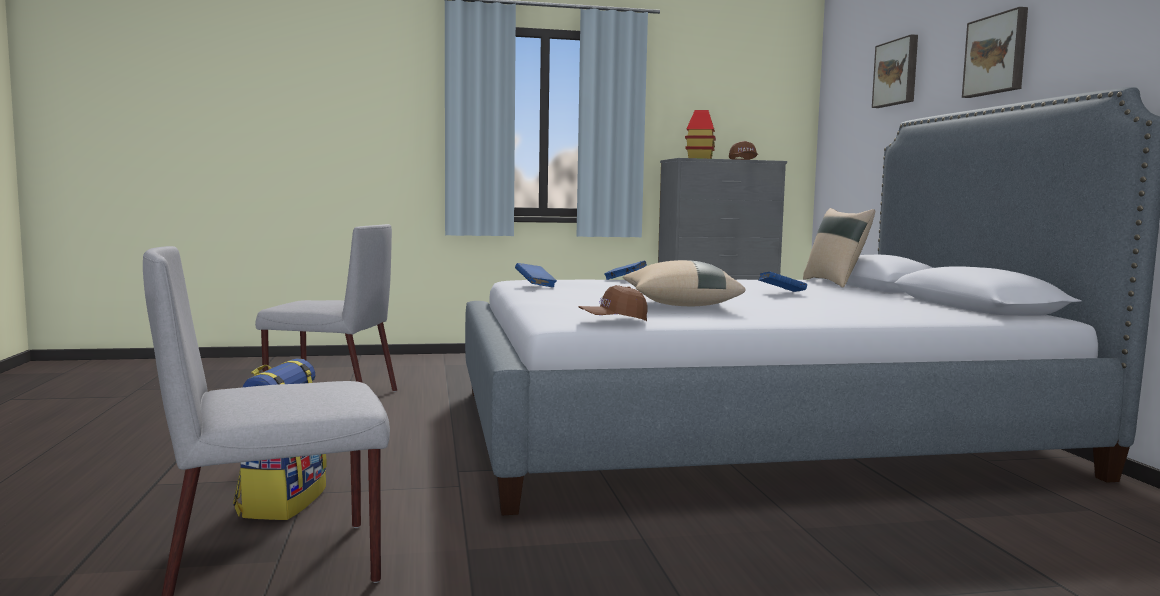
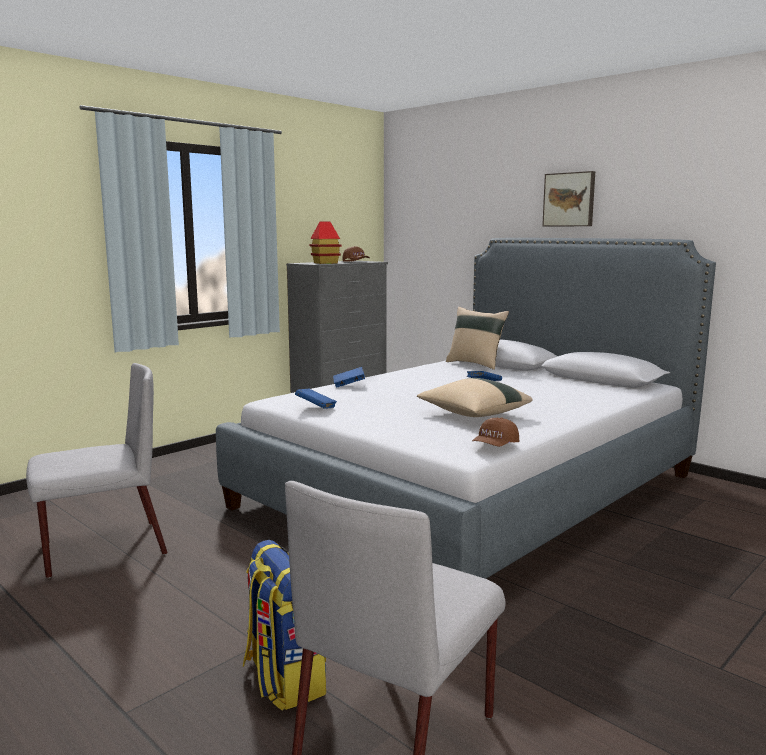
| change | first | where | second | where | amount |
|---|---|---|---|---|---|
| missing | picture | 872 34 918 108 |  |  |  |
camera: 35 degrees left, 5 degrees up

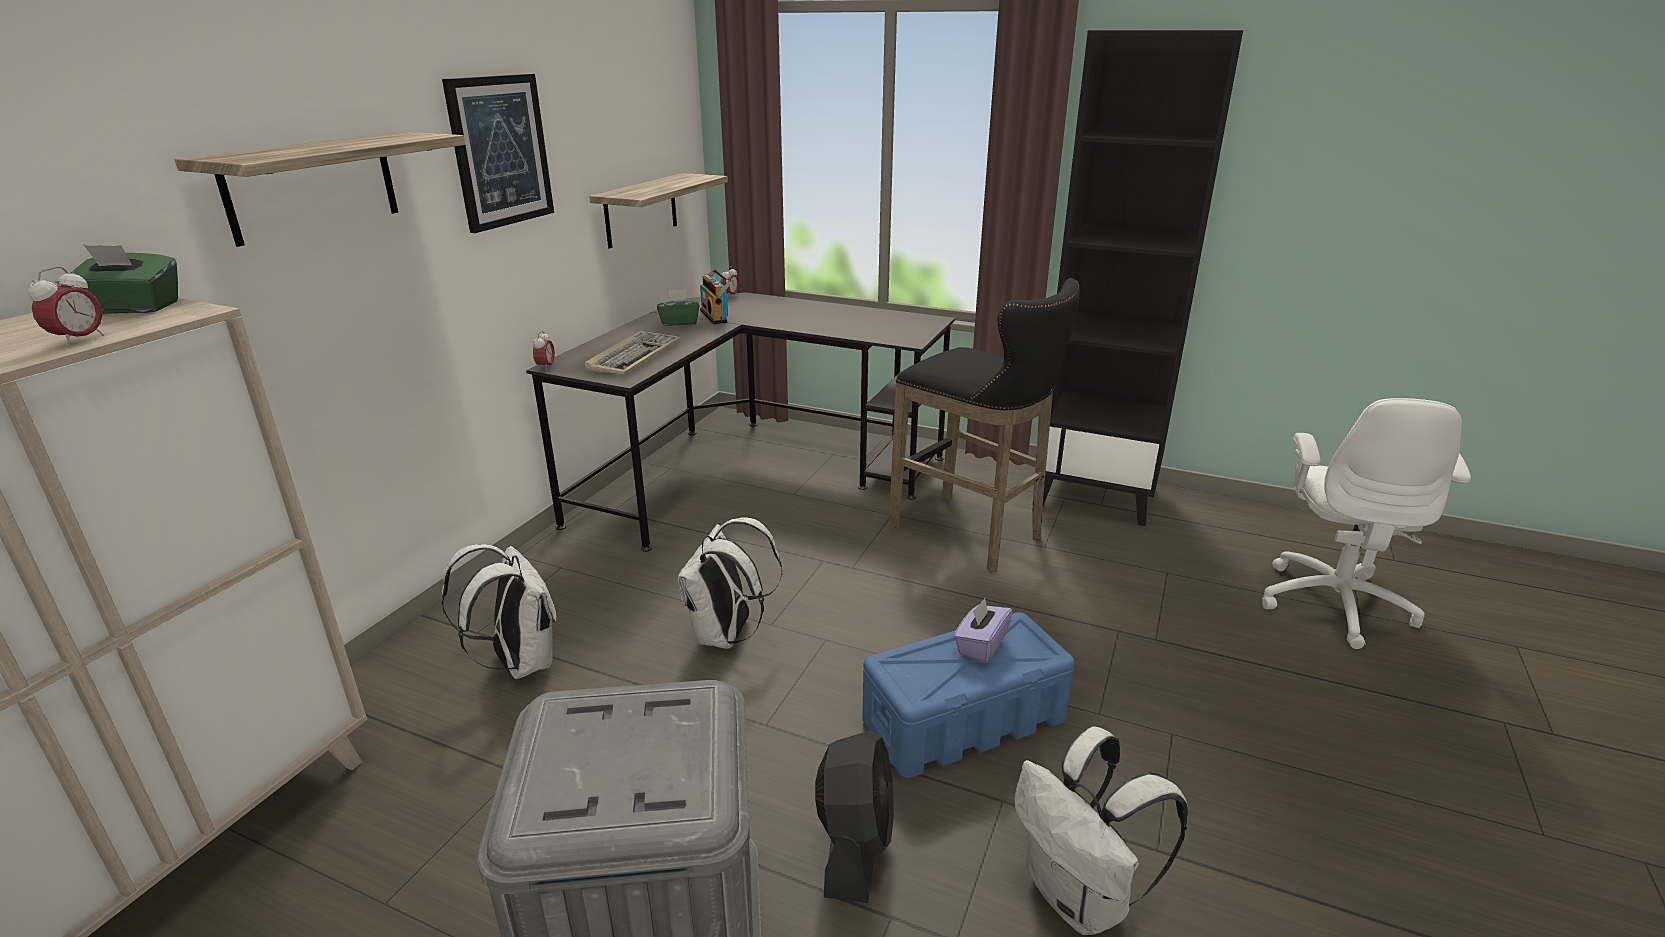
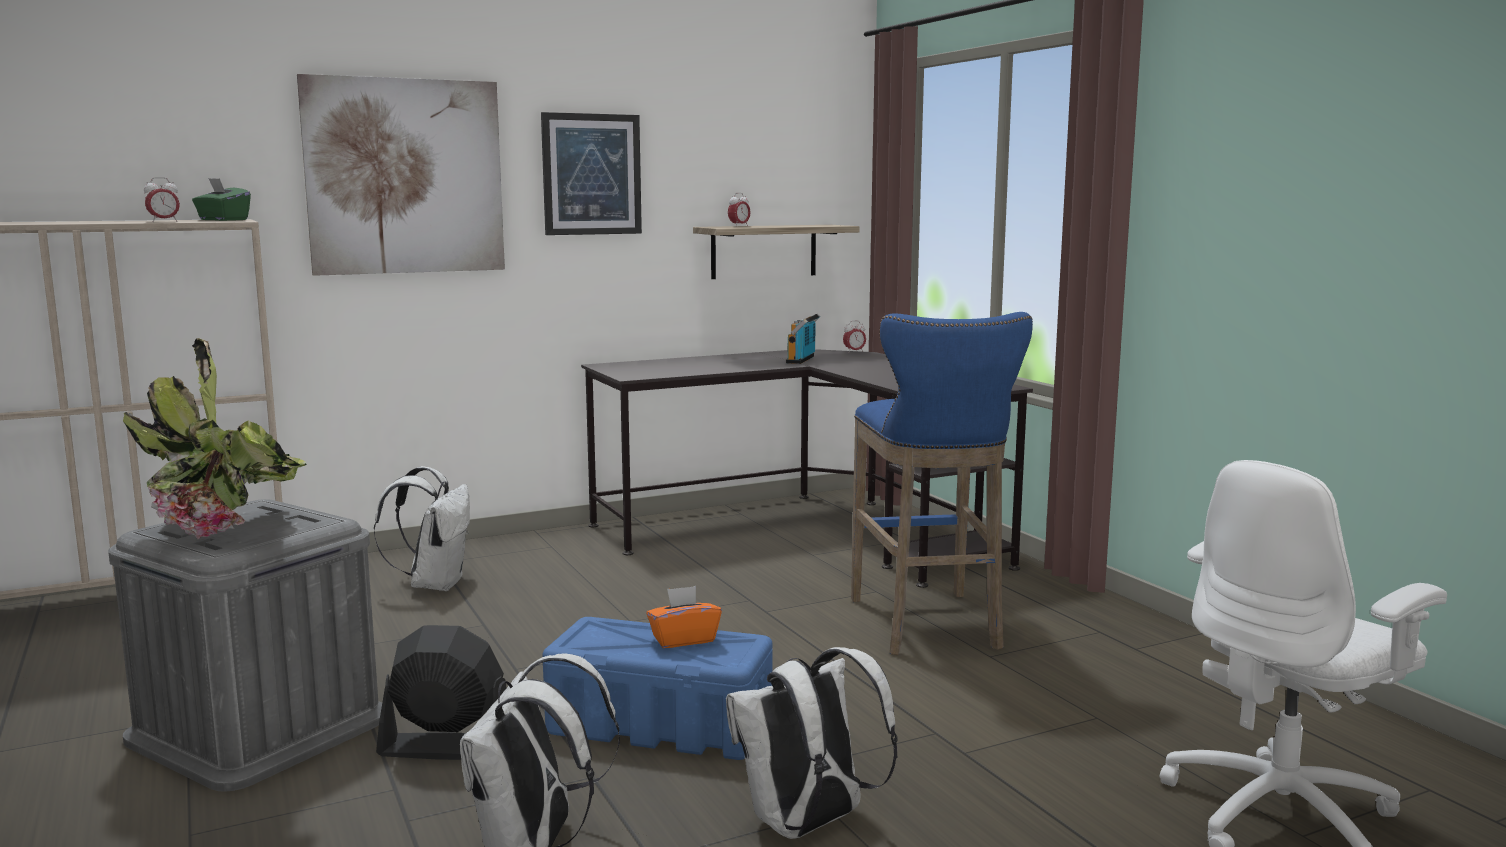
| change | first | where | second | where | amount |
|---|---|---|---|---|---|
| missing | black bookcase | 1043 30 1243 526 |  |  |  |
| exchanged | wall shelf | 175 132 465 247 | picture | 297 74 505 276 |  |
| colour | black stool seat | 889 278 1080 572 | blue stool seat | 851 312 1033 655 |  |
| missing | green tissue box | 657 290 699 326 |  |  |  |
| relocated | bedside clock | 533 330 555 371 |  | 728 193 751 226 |  |
| missing | computer keyboard | 585 331 681 375 |  |  |  |
| relocated | white backpack | 678 517 782 649 |  | 726 647 898 839 |  |
| colour | purplish tissue box | 954 598 1012 663 | orangey tissue box | 646 586 722 648 |  |
| spun | black fan | 815 730 894 903 |  | 376 625 507 760 | 135 degrees counterclockwise |
| appeared |  |  | potted plant | 123 338 307 539 |  |
camera: 40 degrees right, 15 degrees down

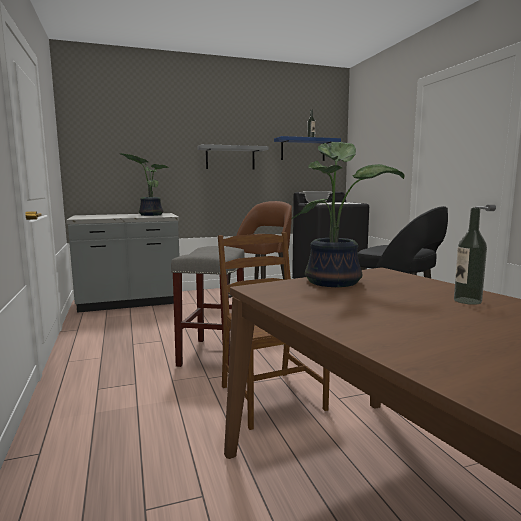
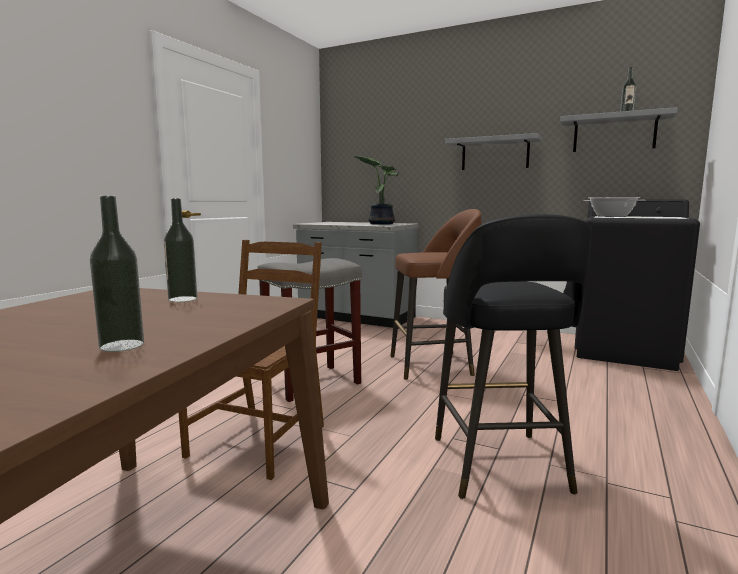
| change | first | where | second | where | amount |
|---|---|---|---|---|---|
| colour | blue wall shelf | 274 136 341 161 | grey wall shelf | 560 107 678 152 |  |
| exchanged | potted plant | 292 142 405 287 | bottle | 164 198 197 302 |  |
camera: 45 degrees right, 0 degrees up

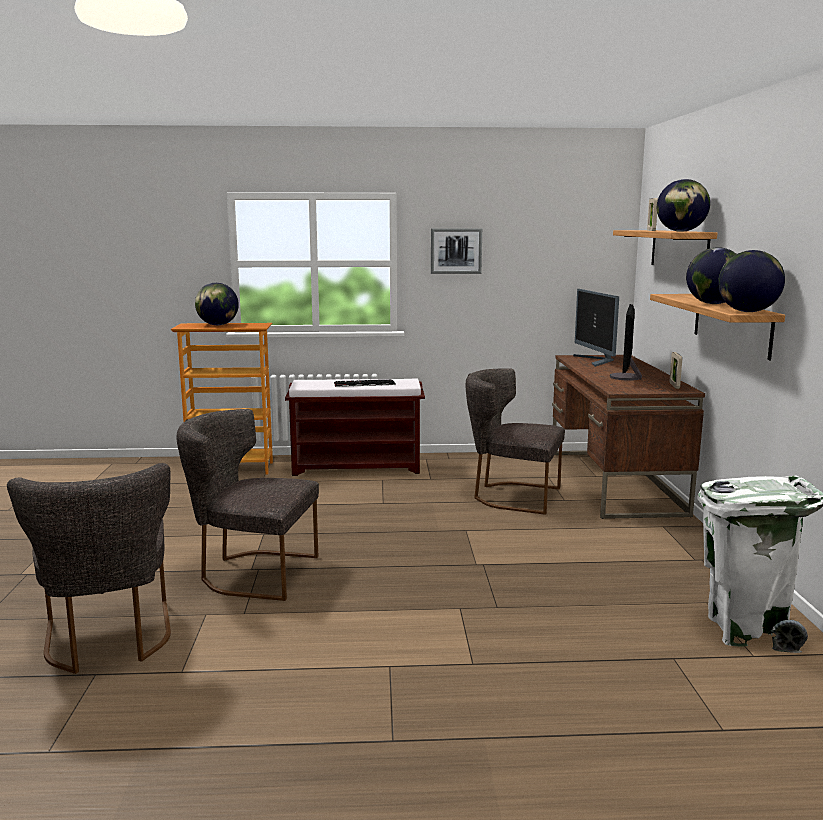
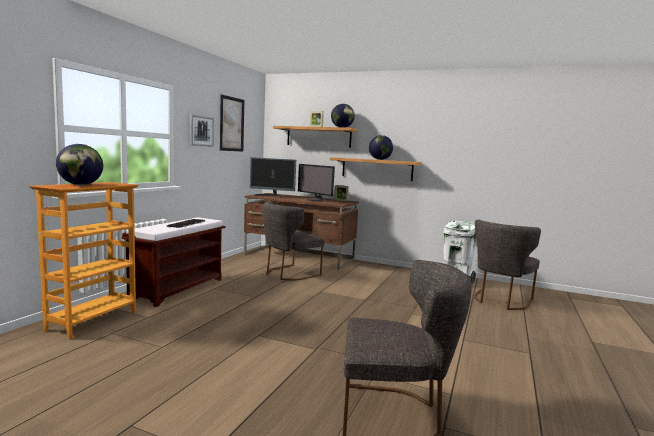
| change | first | where | second | where | amount |
|---|---|---|---|---|---|
| missing | desk globe | 718 250 785 312 |  |  |  |
| relocated | grey plain chair | 177 409 319 601 |  | 473 220 541 310 |  |
| appeared |  |  | picture | 220 94 244 152 |  |
camera: 65 degrees left, 5 degrees down

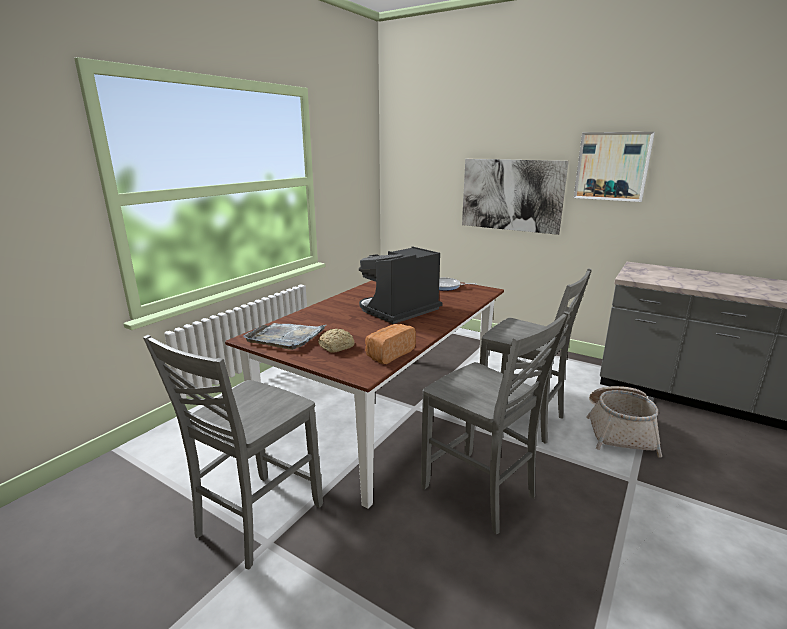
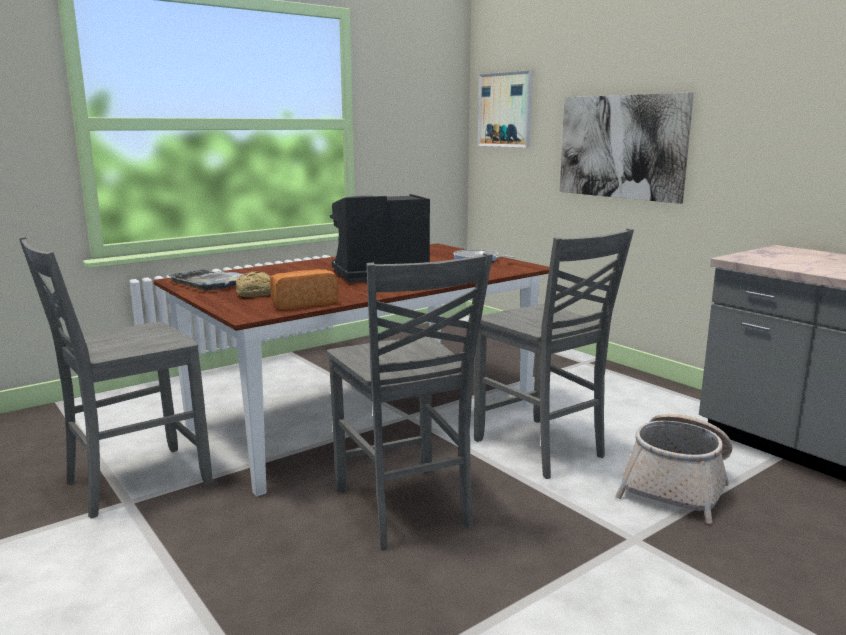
| change | first | where | second | where | amount |
|---|---|---|---|---|---|
| relocated | picture | 574 132 655 202 |  | 478 70 533 148 |  |
camera: 20 degrees right, 5 degrees down

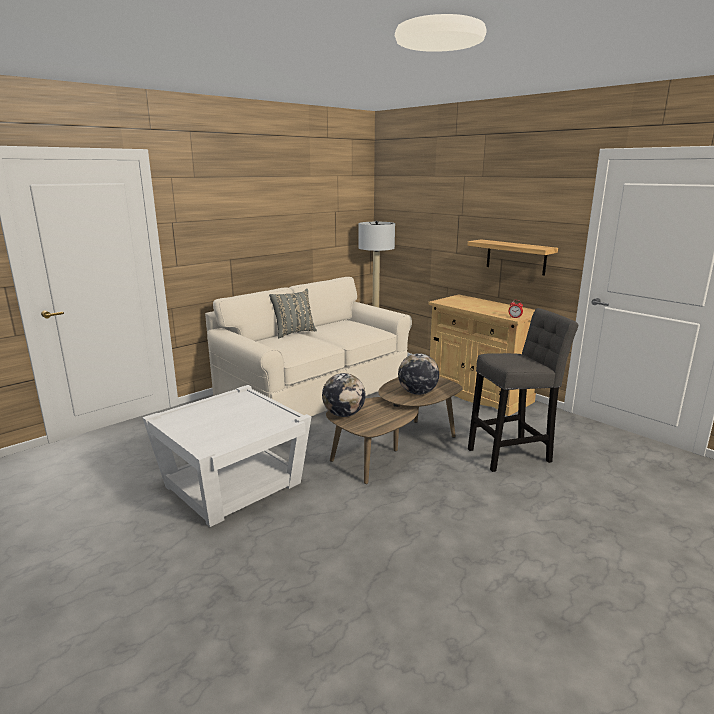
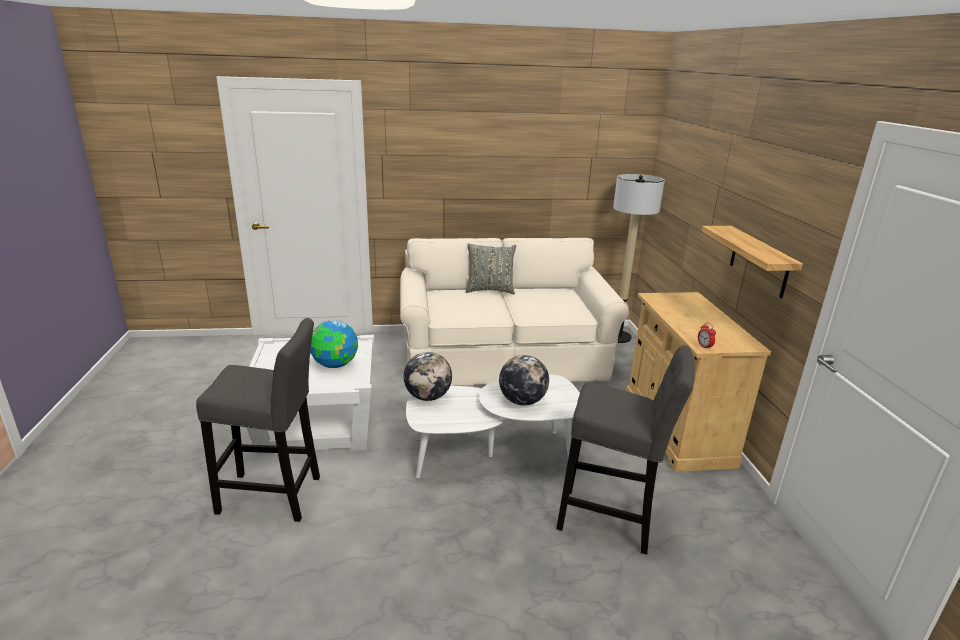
| change | first | where | second | where | amount |
|---|---|---|---|---|---|
| colour | brownish coffee table | 326 377 463 484 | white coffee table | 406 374 580 479 |  |
| appeared |  |  | grey stool seat | 196 318 320 522 |  |
| appeared |  |  | desk globe | 310 320 358 368 |  |
camera: 35 degrees right, 5 degrees up

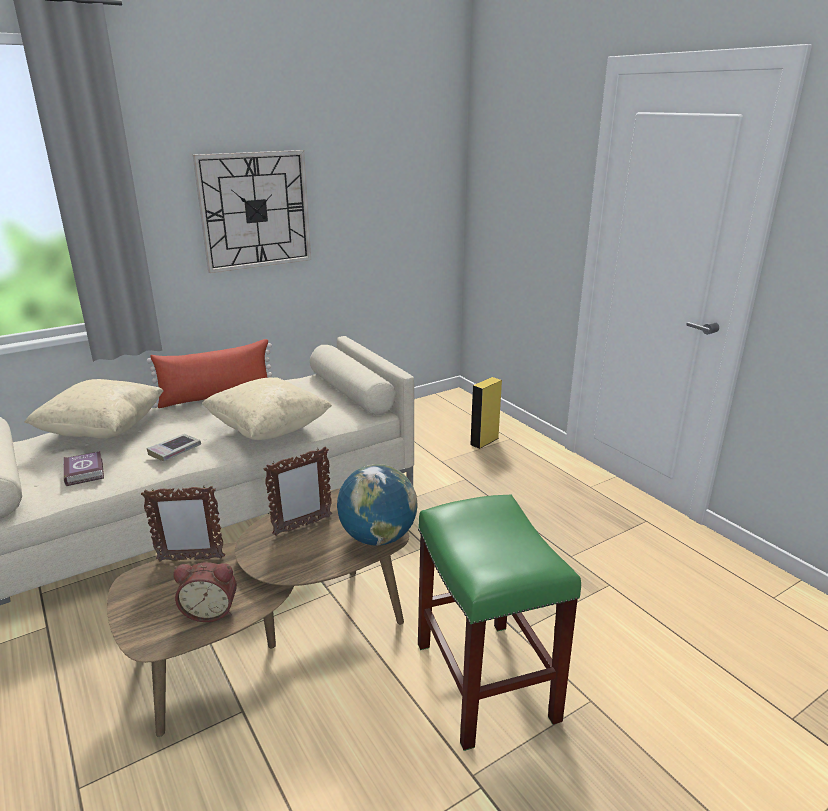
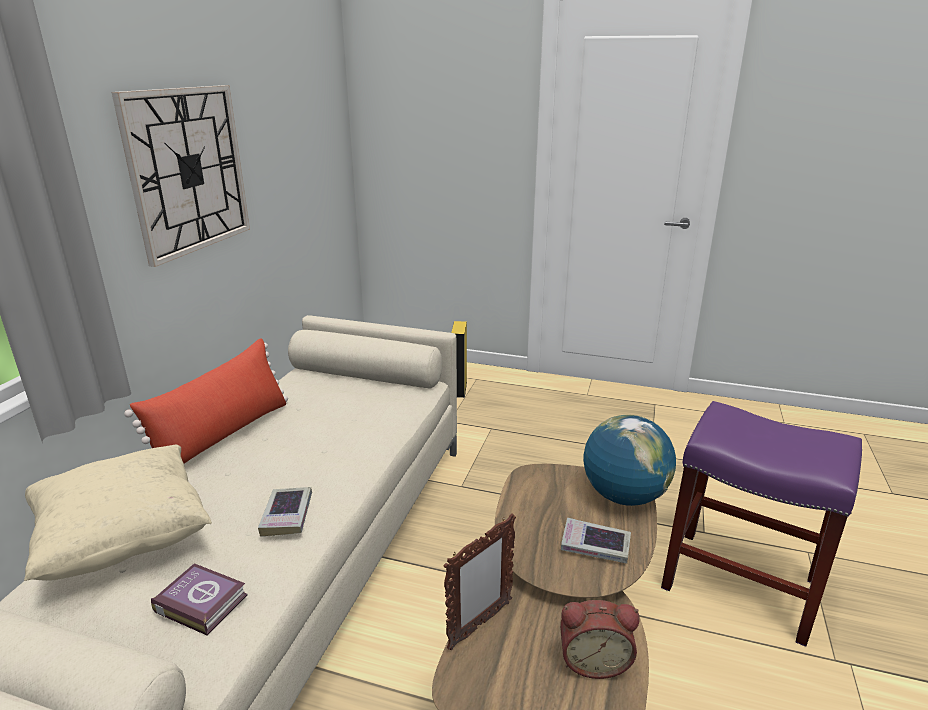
| change | first | where | second | where | amount |
|---|---|---|---|---|---|
| missing | sand-coloured throw pillow | 202 377 332 440 |  |  |  |
| missing | photo frame | 264 447 332 536 |  |  |  |
| colour | green stool seat | 418 494 581 751 | purplish stool seat | 661 401 862 647 |  |
| spun | bedside clock | 173 562 237 622 |  | 560 600 640 679 | 45 degrees clockwise |
| appeared |  |  | volume | 561 518 631 564 |  |
camera: 40 degrees left, 0 degrees up

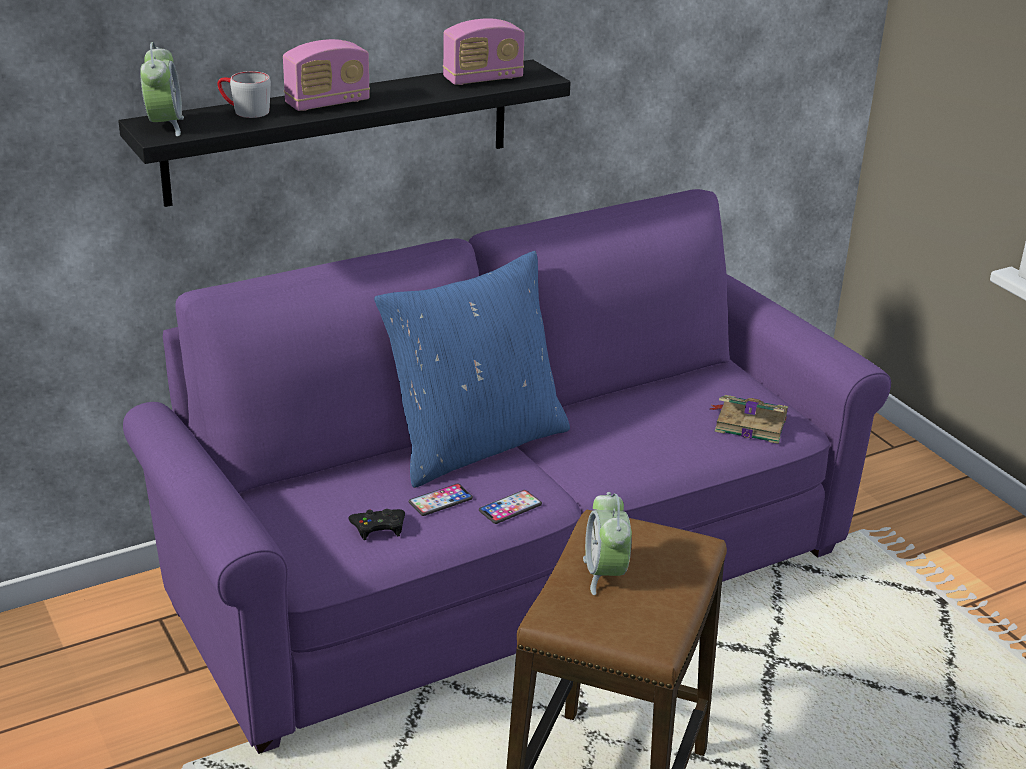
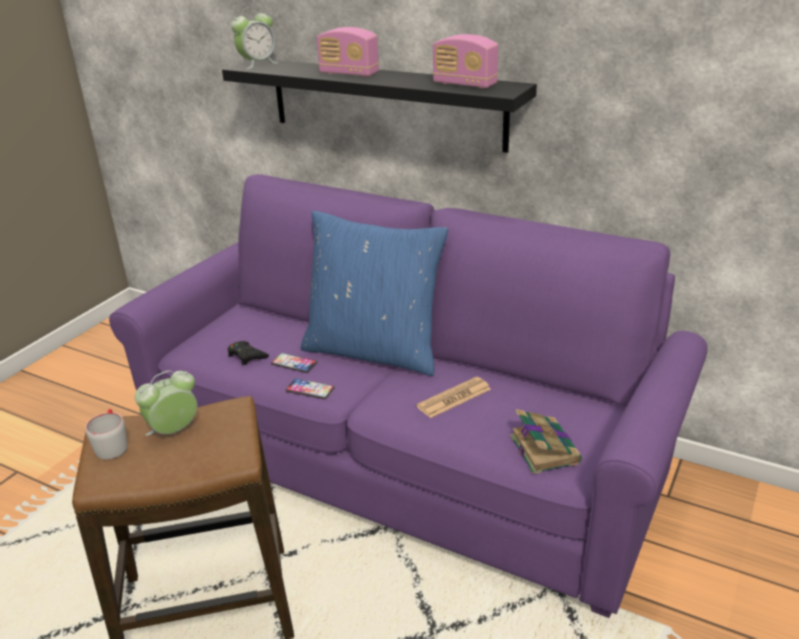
| change | first | where | second | where | amount |
|---|---|---|---|---|---|
| relocated | grey mug | 218 71 271 118 |  | 86 409 128 460 |  |
| appeared |  |  | daily paper | 416 376 491 418 |  |
camera: 60 degrees right, 0 degrees up

